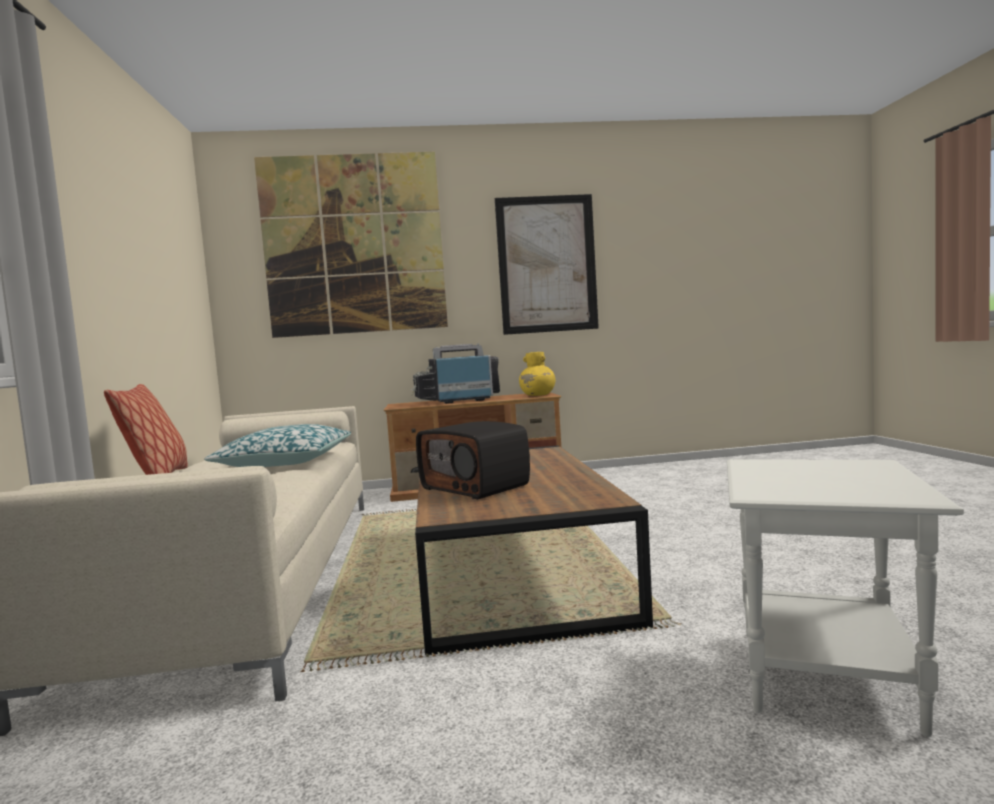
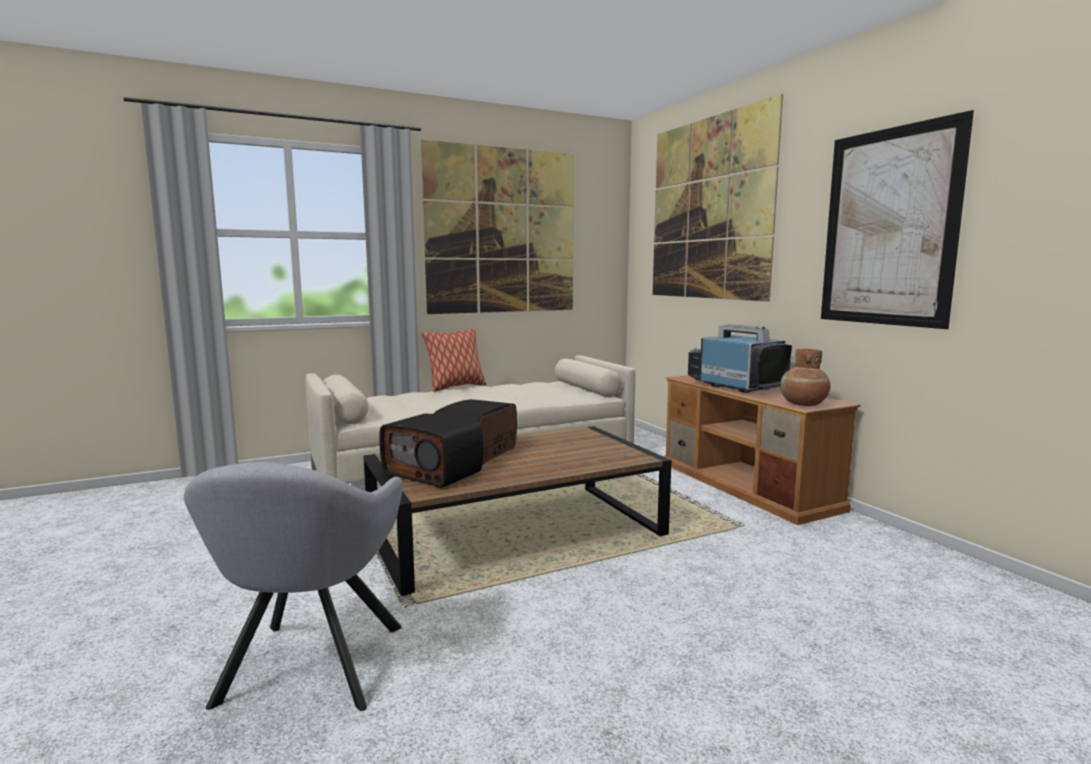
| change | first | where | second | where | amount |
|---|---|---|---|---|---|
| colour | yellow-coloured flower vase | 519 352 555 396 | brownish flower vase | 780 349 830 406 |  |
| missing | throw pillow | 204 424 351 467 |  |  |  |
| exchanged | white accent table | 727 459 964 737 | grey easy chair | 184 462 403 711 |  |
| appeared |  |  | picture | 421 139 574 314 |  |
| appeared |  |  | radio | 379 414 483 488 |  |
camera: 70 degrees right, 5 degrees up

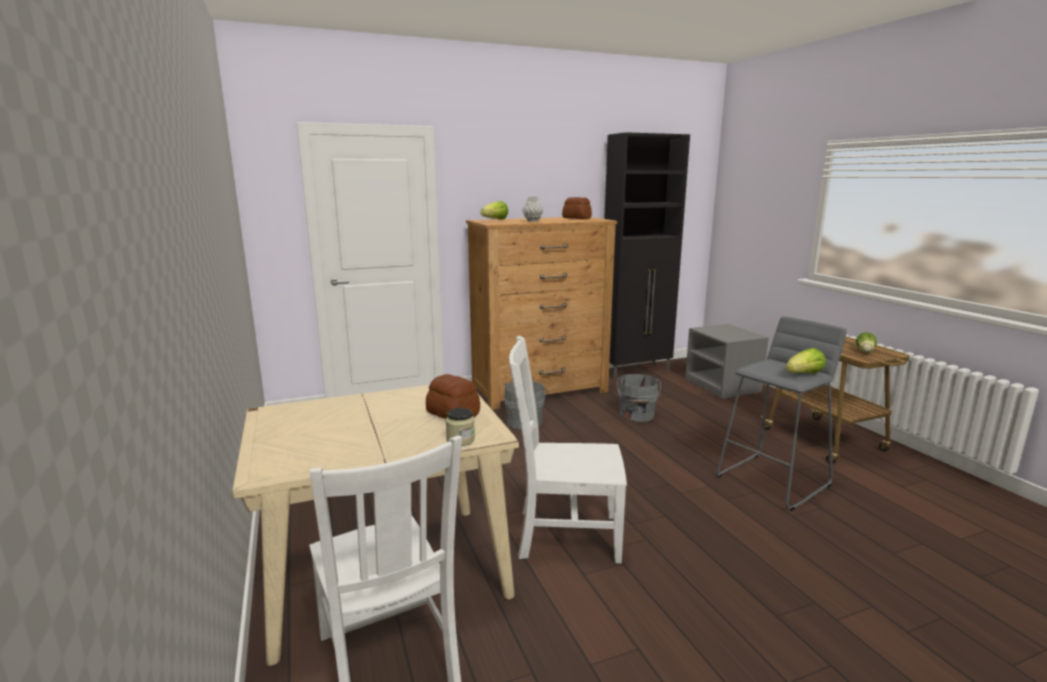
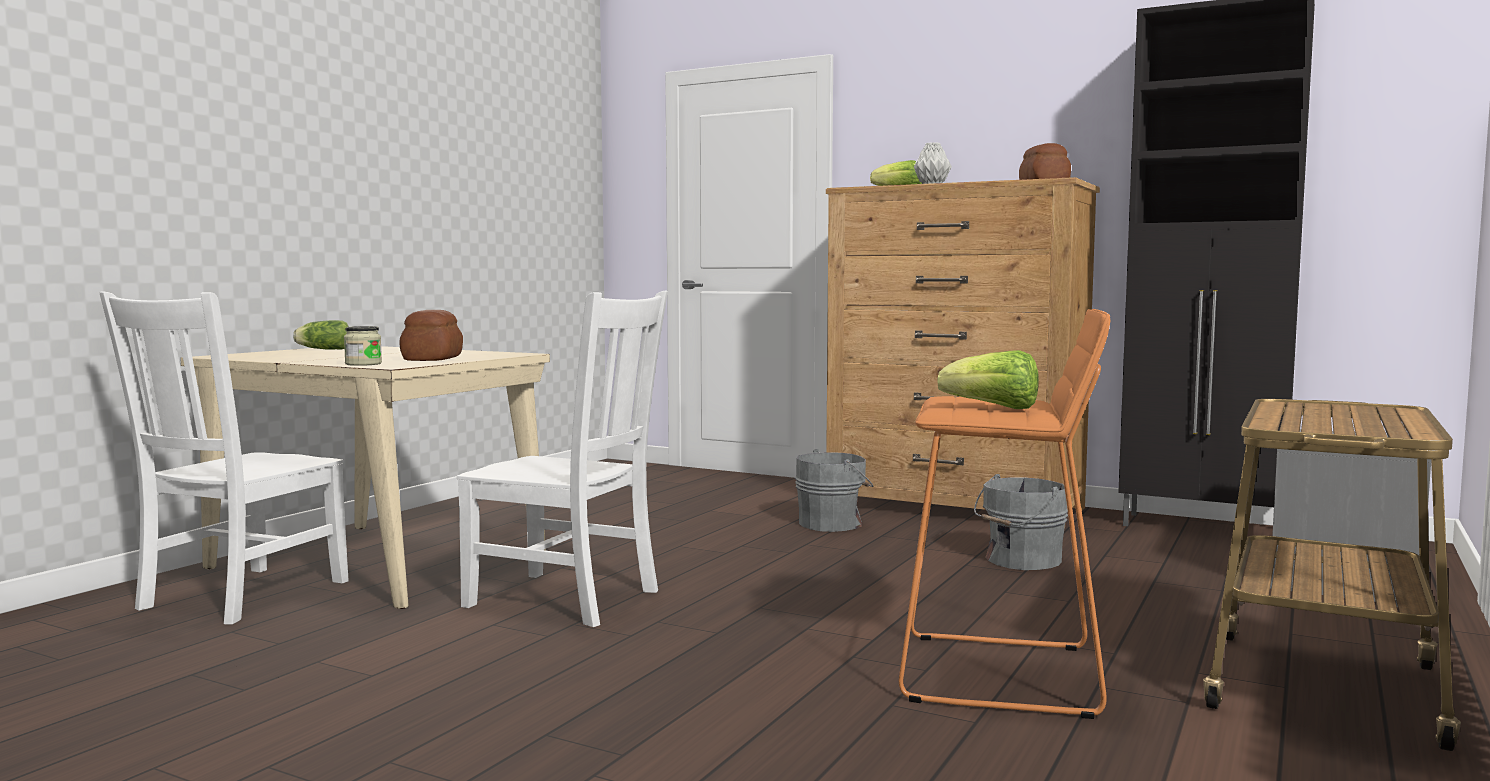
| change | first | where | second | where | amount |
|---|---|---|---|---|---|
| colour | grey stool seat | 716 316 847 511 | orangey stool seat | 899 309 1110 719 |  |
| relocated | lettuce head | 856 332 877 353 |  | 293 320 349 350 |  |
| spun | white plain chair | 509 336 627 563 |  | 457 290 668 627 | 150 degrees clockwise |
camera: 50 degrees right, 10 degrees down

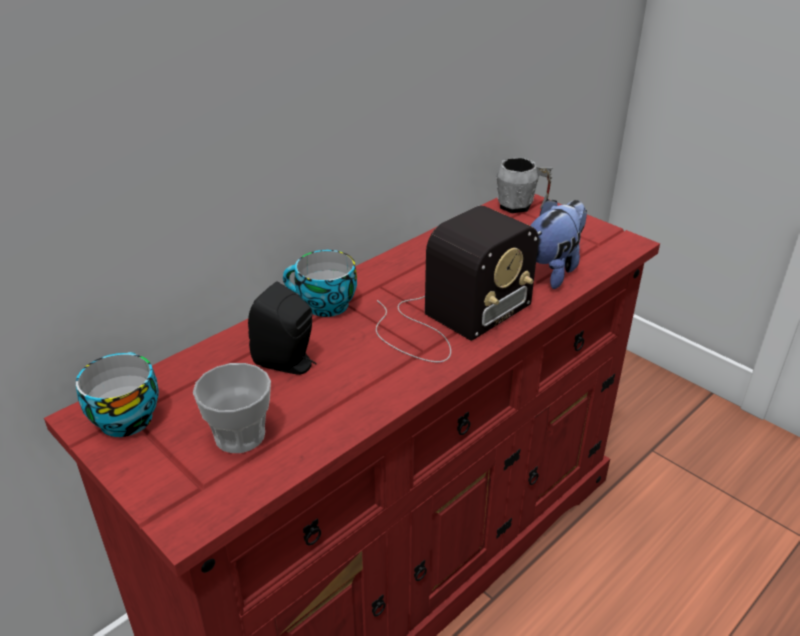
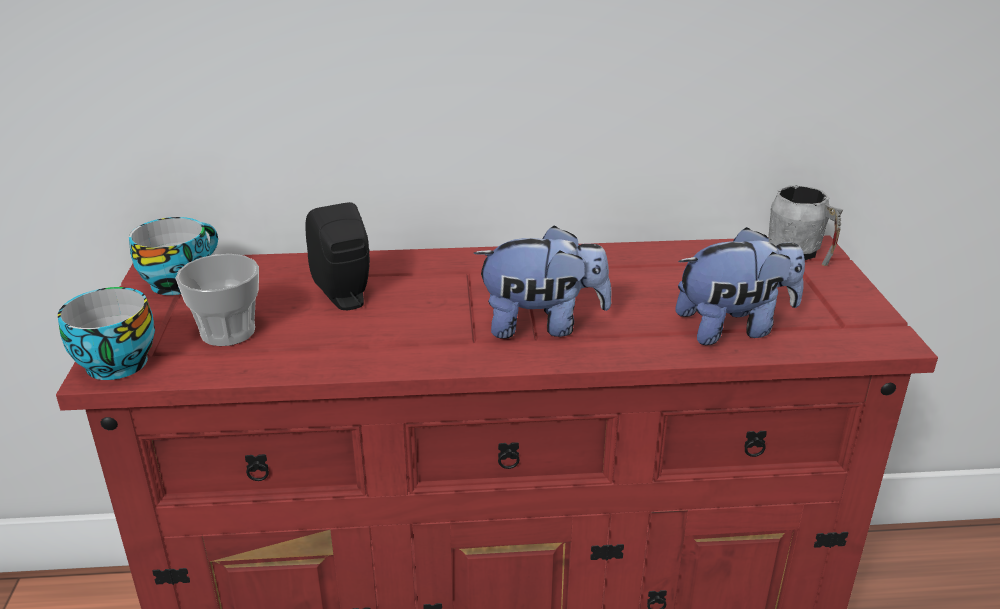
| change | first | where | second | where | amount |
|---|---|---|---|---|---|
| exchanged | radio | 376 206 538 363 | soft toy | 474 225 611 339 |  |
| relocated | cup | 283 250 357 317 |  | 58 287 155 380 |  |
camera: 40 degrees right, 5 degrees down

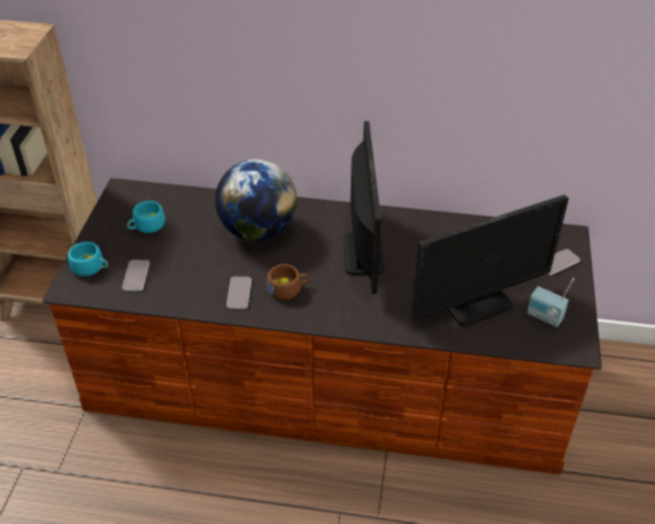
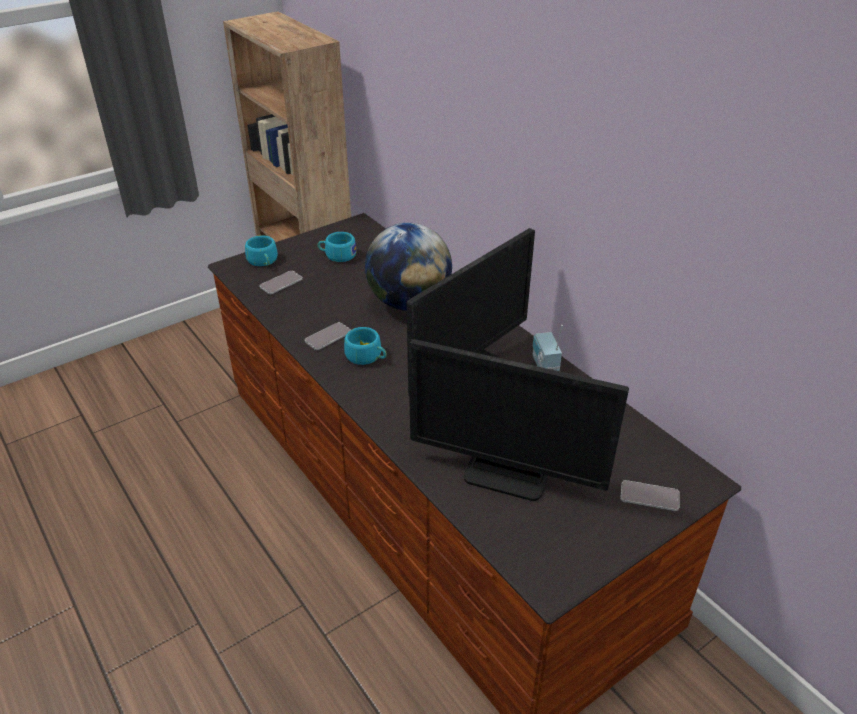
| change | first | where | second | where | amount |
|---|---|---|---|---|---|
| colour | brownish cup | 267 264 309 300 | turquoise-coloured cup | 344 327 387 365 |  |
| relocated | radio | 527 278 574 327 |  | 532 325 563 371 |  |
camera: 45 degrees right, 5 degrees down

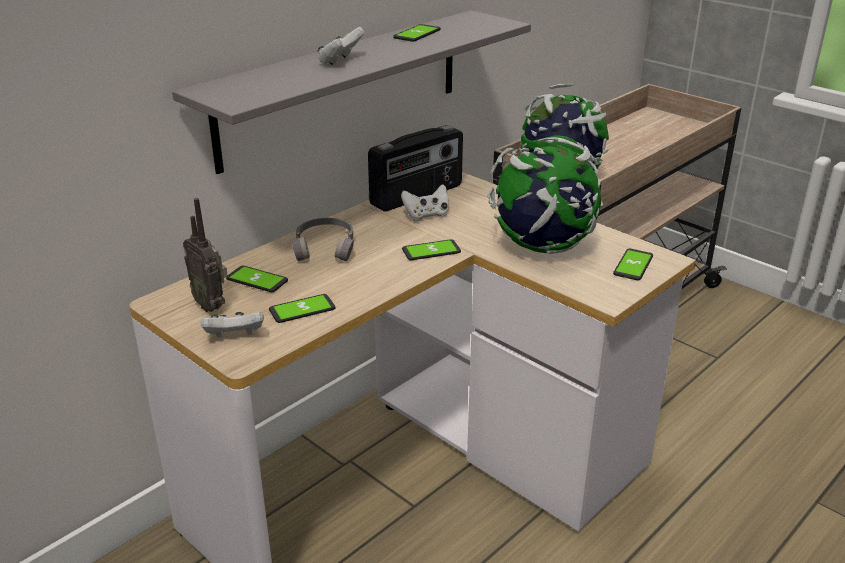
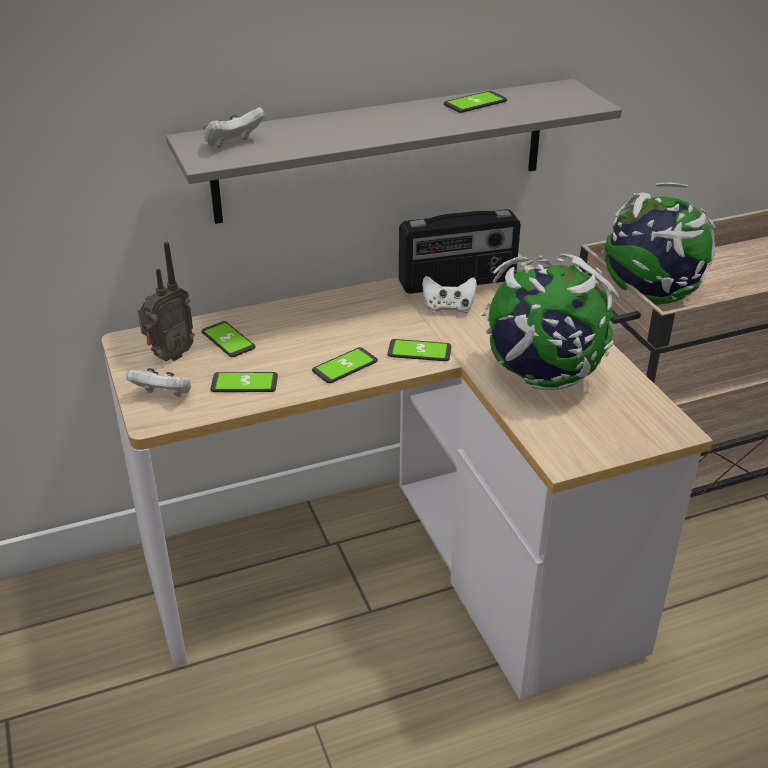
| change | first | where | second | where | amount |
|---|---|---|---|---|---|
| relocated | white game controller | 318 27 364 65 |  | 204 107 265 147 |  |
| spun | radio | 183 198 228 312 |  | 137 242 195 361 | 120 degrees counterclockwise |
| missing | grey headphones | 292 218 354 261 |  |  |  |
| relocated | phone | 613 249 653 280 |  | 312 347 378 383 |  |
camera: 25 degrees right, 5 degrees up

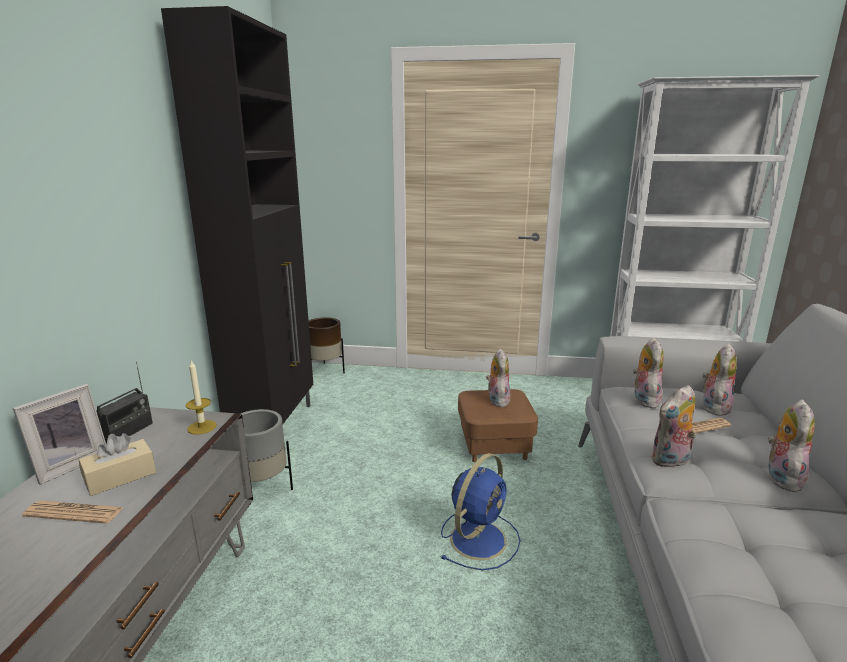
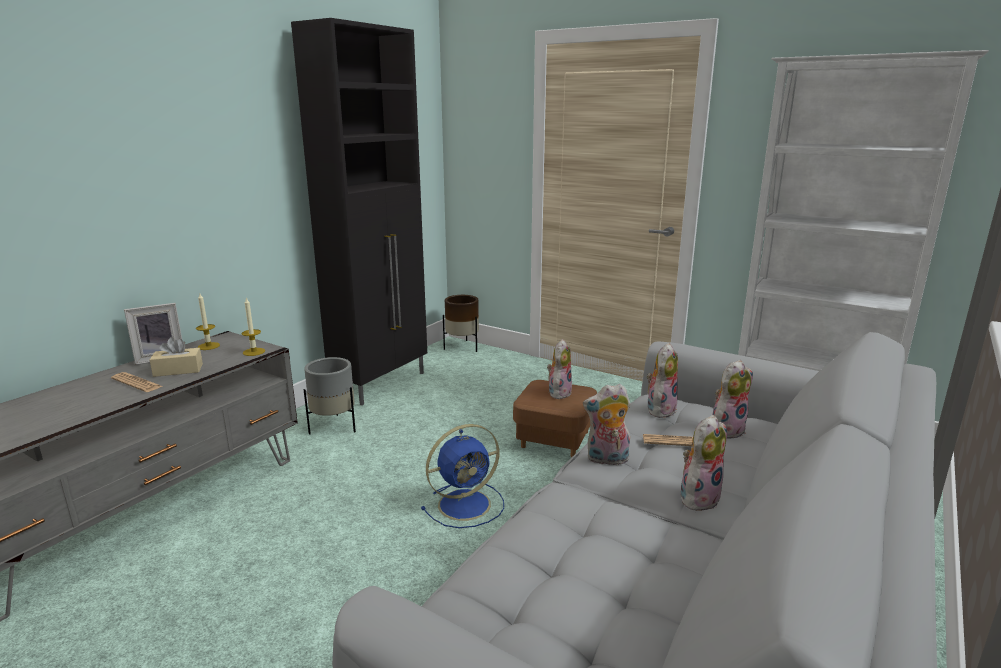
| change | first | where | second | where | amount |
|---|---|---|---|---|---|
| exchanged | radio | 96 362 153 444 | candle | 196 294 220 350 |  |
camera: 25 degrees right, 0 degrees up

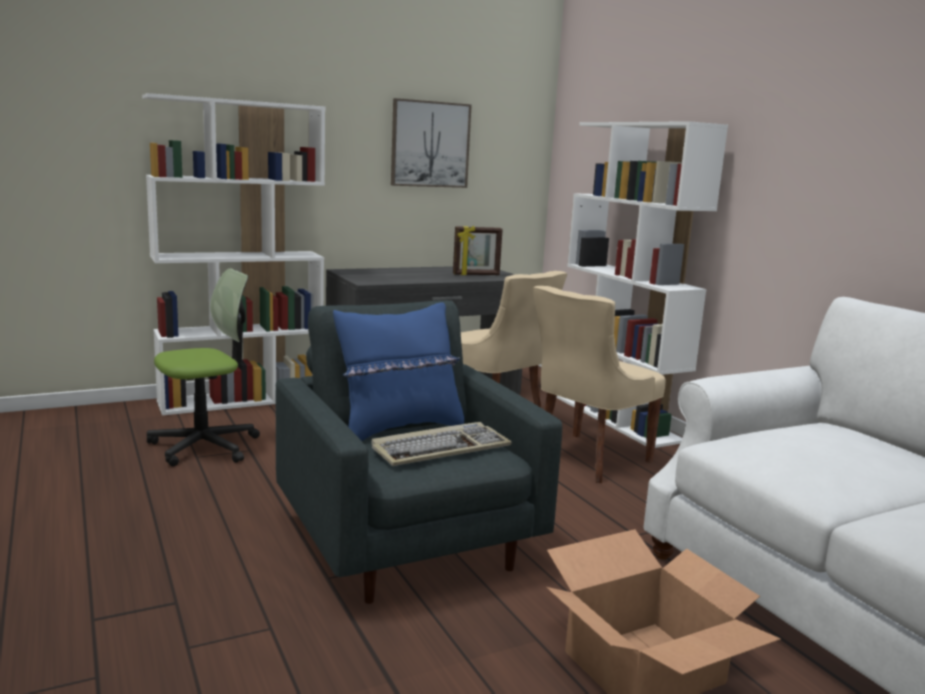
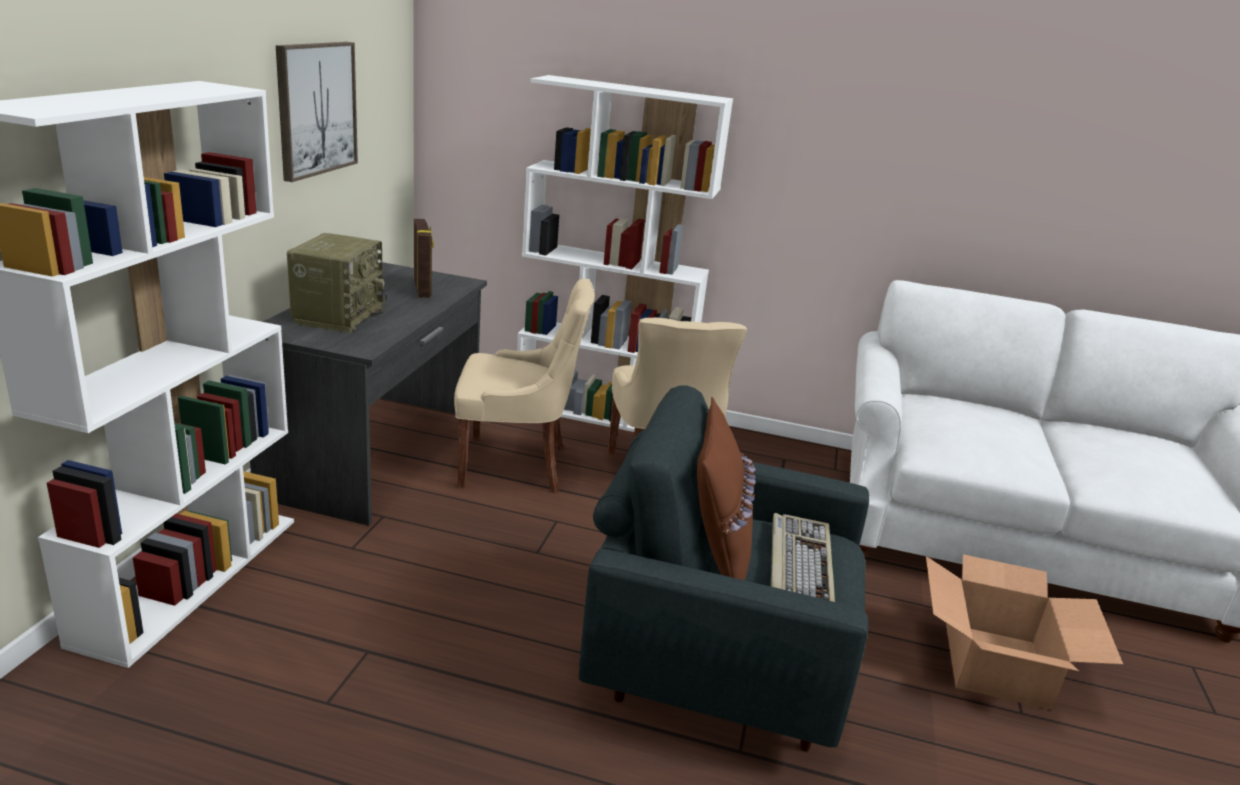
| change | first | where | second | where | amount |
|---|---|---|---|---|---|
| spun | photo frame | 453 226 503 275 |  | 414 219 434 298 | 45 degrees counterclockwise |
| missing | computer chair | 147 268 260 466 |  |  |  |
| colour | blue throw pillow | 333 302 464 441 | brownish throw pillow | 697 397 756 580 |  |
| appeared |  |  | radio | 287 233 387 333 |  |
camera: 50 degrees left, 10 degrees up

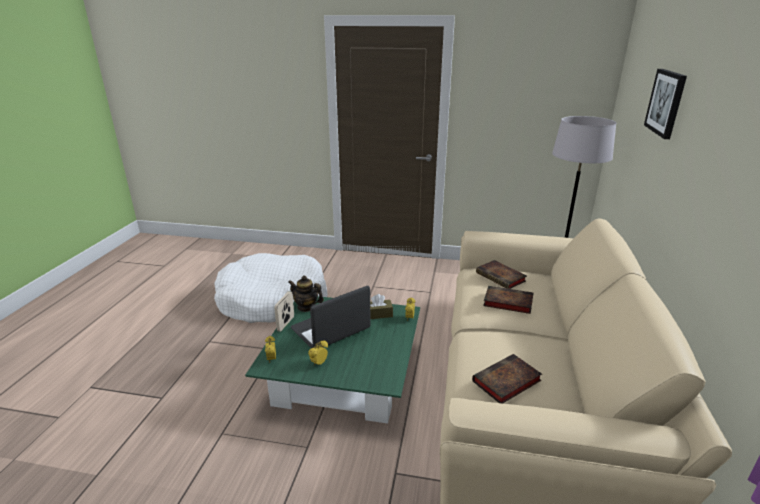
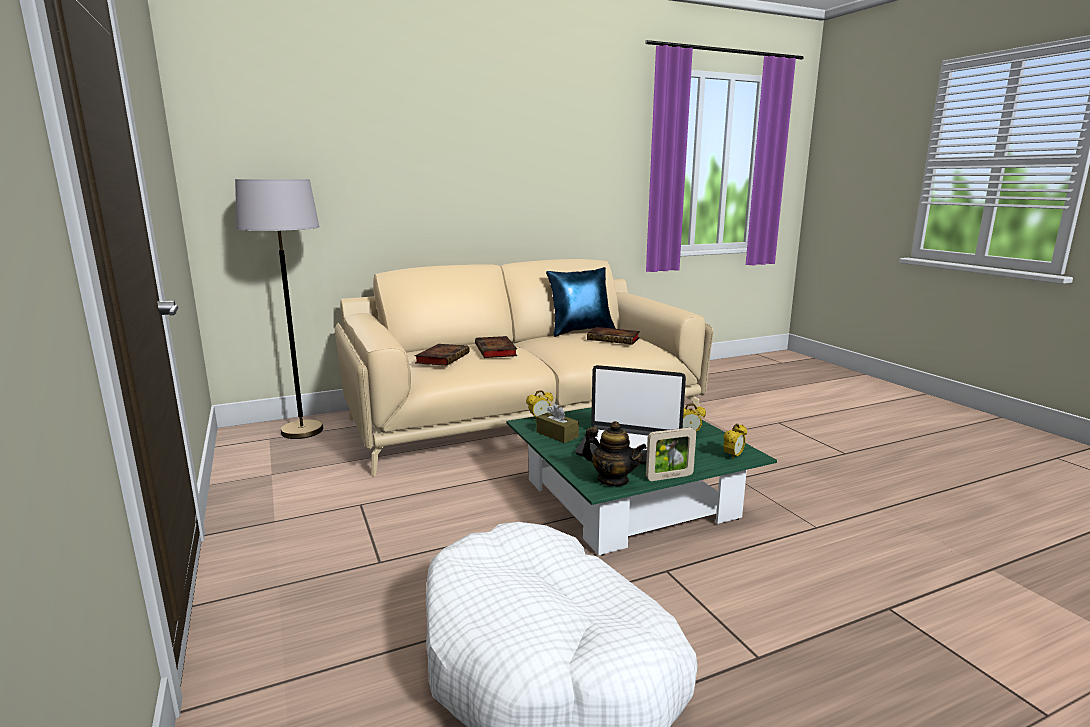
| change | first | where | second | where | amount |
|---|---|---|---|---|---|
| missing | picture | 644 69 687 139 |  |  |  |
| spun | teapot | 288 275 324 312 |  | 582 421 647 486 | 45 degrees counterclockwise |
| appeared |  |  | blue throw pillow | 546 267 616 337 |  |
camera: 125 degrees left, 10 degrees down

